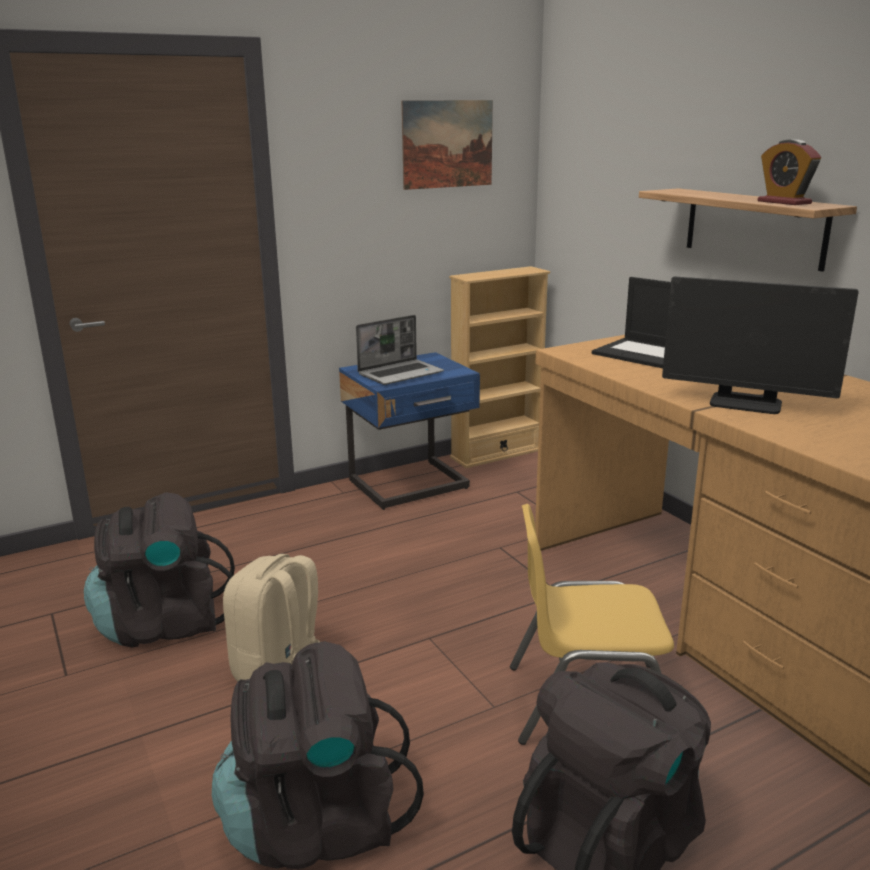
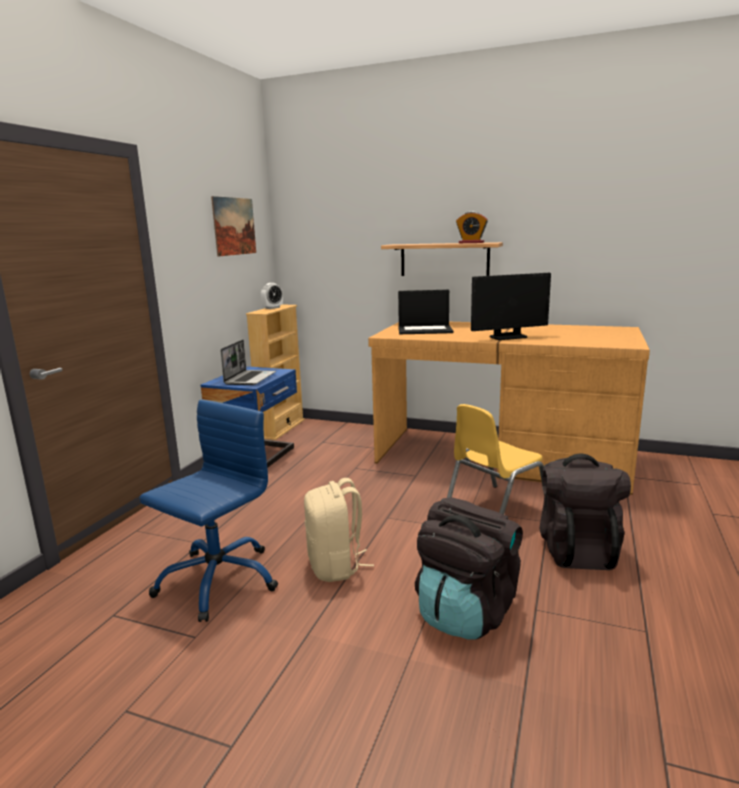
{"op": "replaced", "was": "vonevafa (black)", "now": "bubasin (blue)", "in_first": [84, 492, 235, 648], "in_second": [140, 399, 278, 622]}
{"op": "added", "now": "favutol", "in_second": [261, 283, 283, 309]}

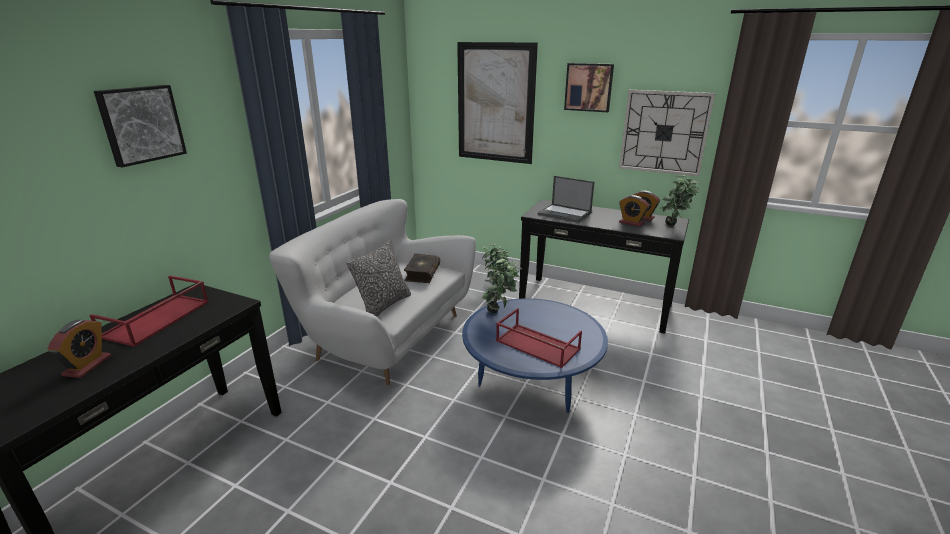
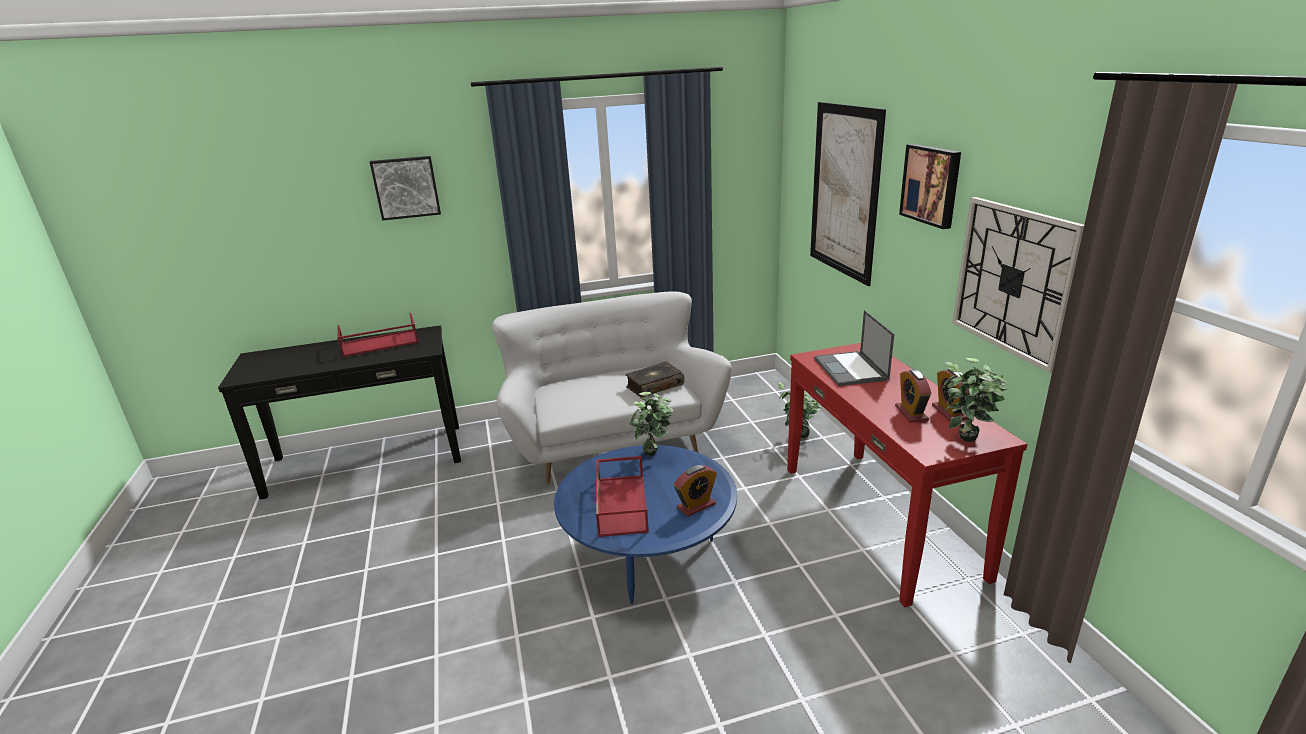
{"op": "moved", "was": "favutol", "in_first": [47, 319, 111, 378], "in_second": [674, 465, 717, 517]}
{"op": "removed", "was": "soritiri", "in_first": [347, 240, 411, 317]}
{"op": "recoloured", "was": "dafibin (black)", "now": "dafibin (red)", "in_first": [519, 199, 689, 334], "in_second": [787, 343, 1028, 607]}

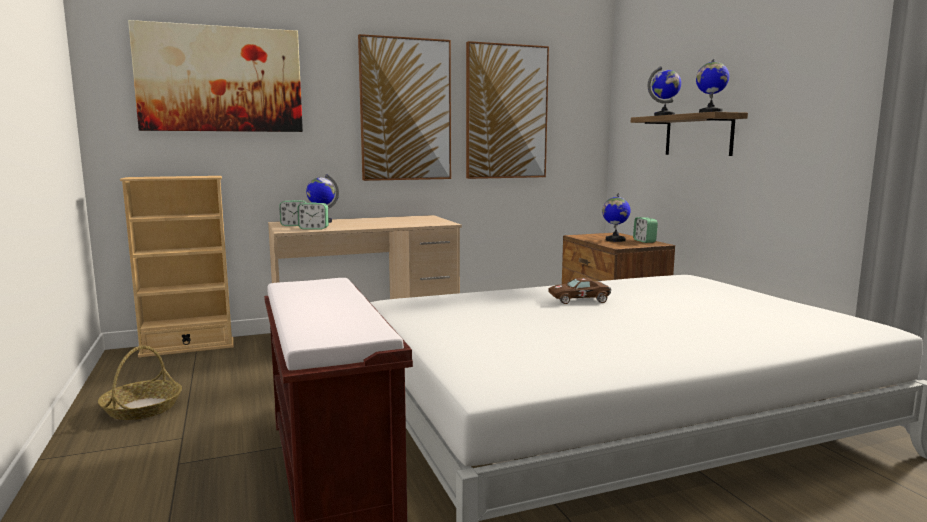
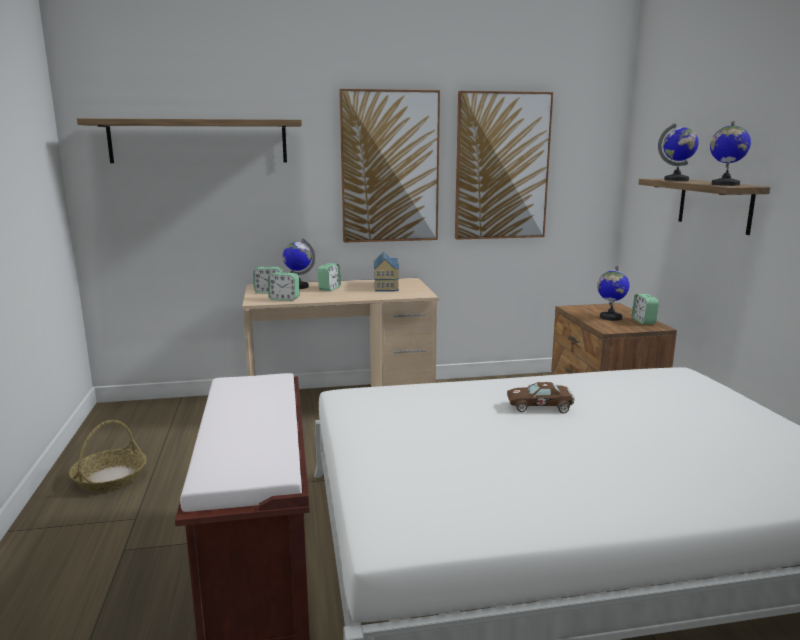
{"op": "removed", "was": "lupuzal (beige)", "in_first": [120, 176, 234, 358]}
{"op": "replaced", "was": "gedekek", "now": "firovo", "in_first": [128, 20, 303, 132], "in_second": [77, 118, 302, 163]}
{"op": "added", "now": "favutol", "in_second": [318, 263, 341, 291]}
{"op": "added", "now": "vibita", "in_second": [374, 251, 399, 292]}

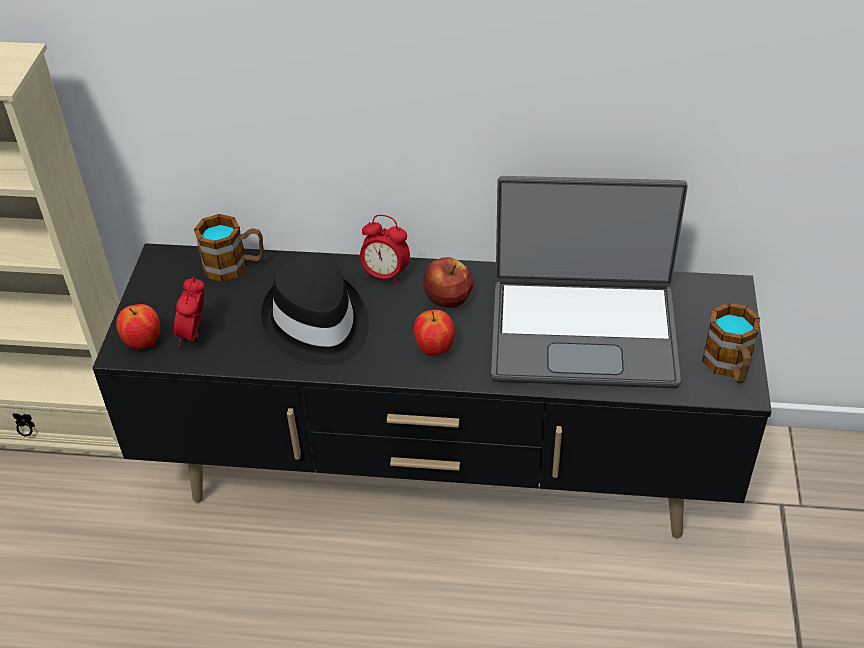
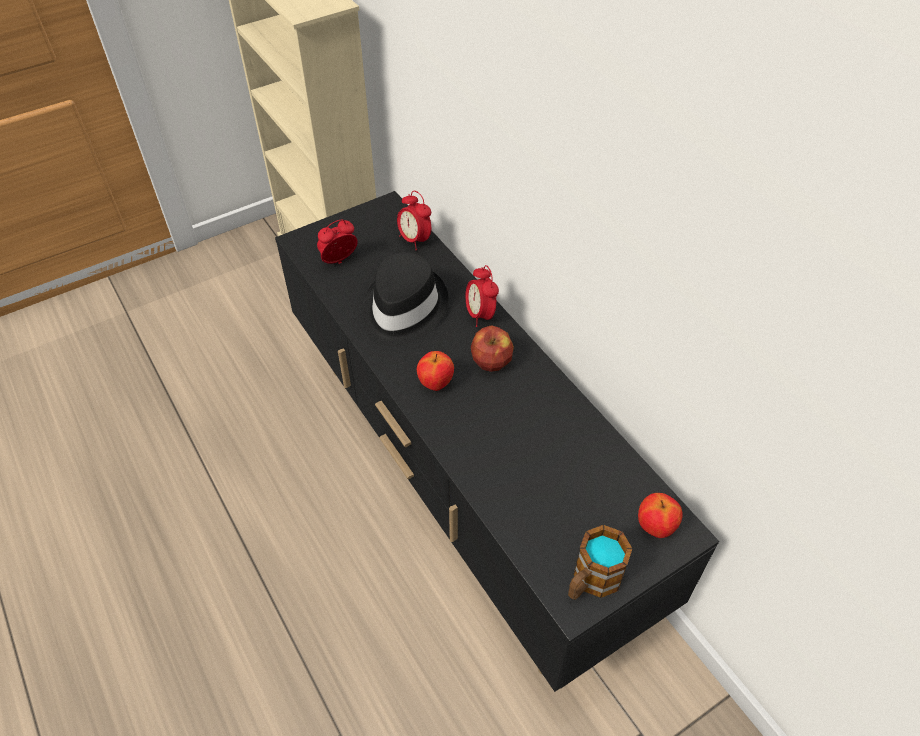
{"op": "moved", "was": "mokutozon", "in_first": [116, 304, 160, 349], "in_second": [638, 493, 683, 538]}
{"op": "replaced", "was": "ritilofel", "now": "favutol", "in_first": [194, 214, 264, 282], "in_second": [397, 191, 431, 250]}
{"op": "removed", "was": "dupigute", "in_first": [491, 176, 688, 388]}

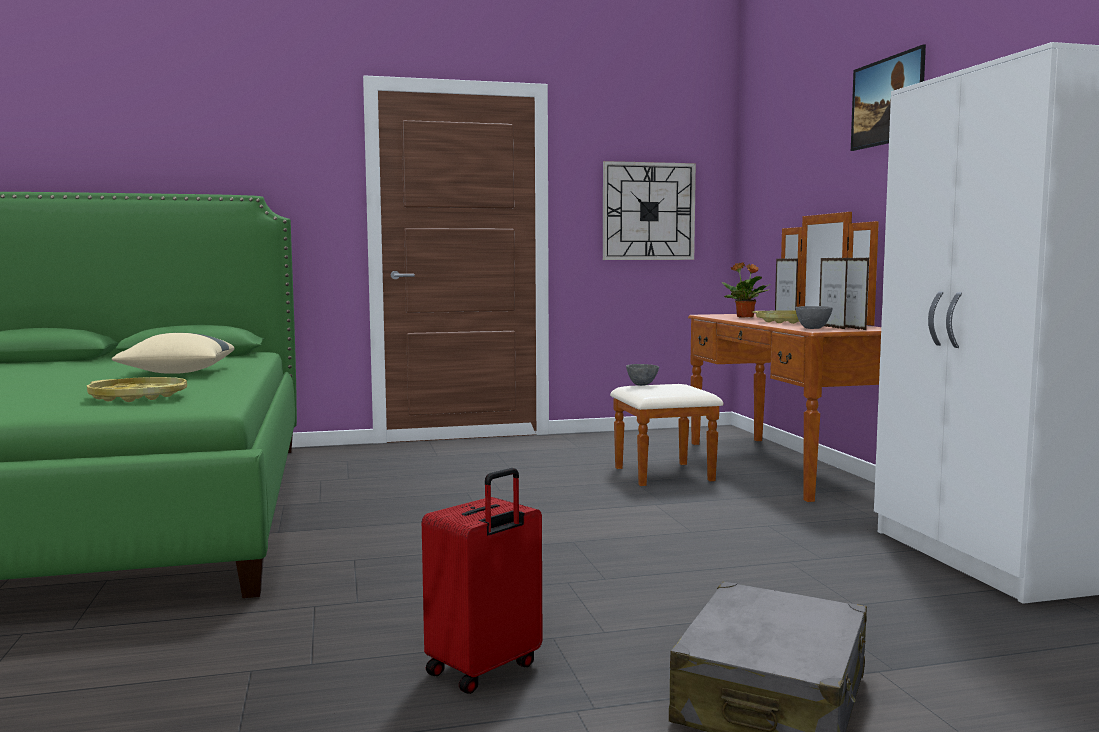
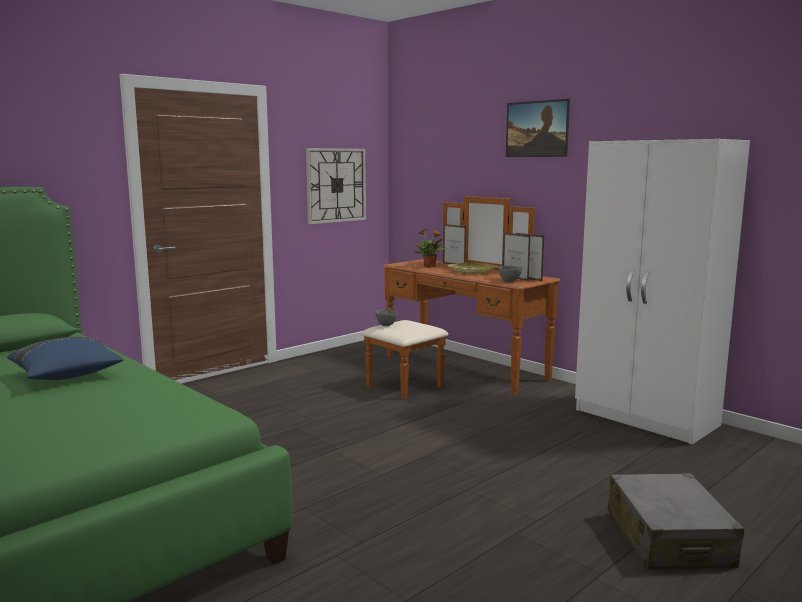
{"op": "removed", "was": "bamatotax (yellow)", "in_first": [87, 377, 187, 402]}
{"op": "recoloured", "was": "soritiri (beige)", "now": "soritiri (blue)", "in_first": [112, 333, 235, 374], "in_second": [7, 336, 124, 380]}
{"op": "removed", "was": "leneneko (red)", "in_first": [422, 468, 542, 694]}

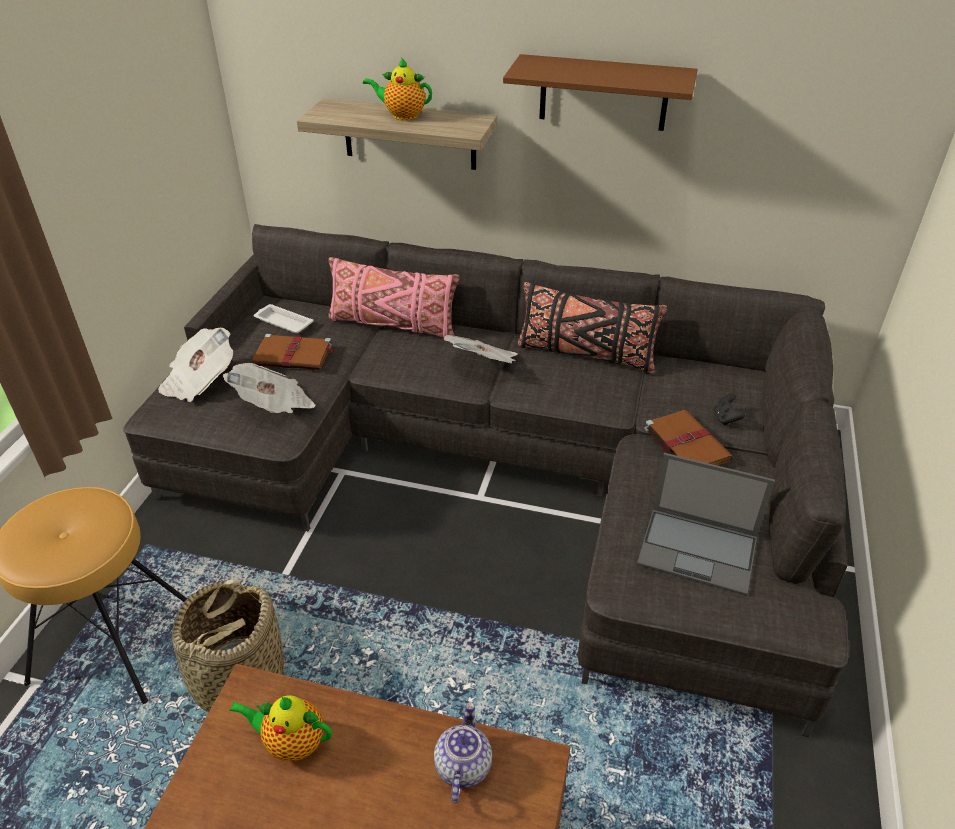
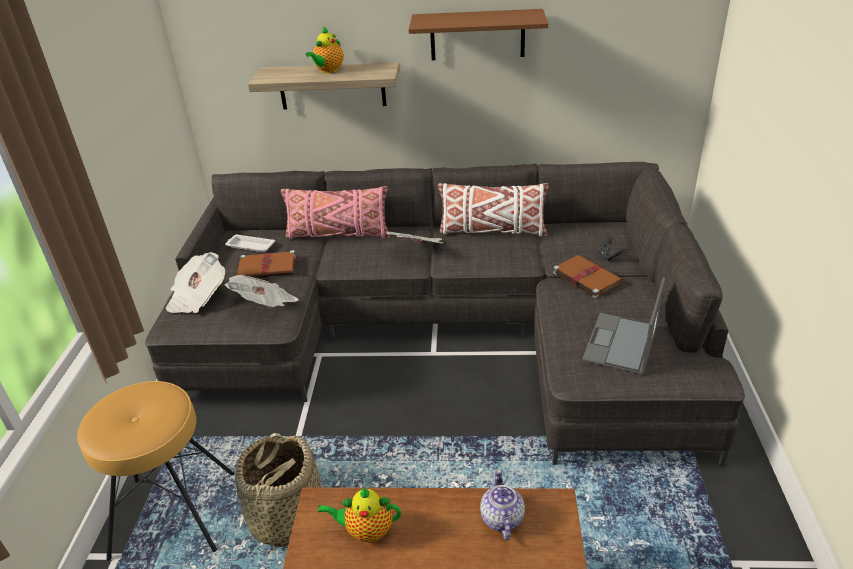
{"op": "turned", "was": "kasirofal", "in_first": [363, 57, 432, 121], "in_second": [306, 26, 344, 73], "clockwise": -60}
{"op": "recoloured", "was": "soritiri (black)", "now": "soritiri (white)", "in_first": [518, 282, 667, 374], "in_second": [438, 183, 549, 236]}
{"op": "turned", "was": "dupigute", "in_first": [637, 453, 775, 596], "in_second": [582, 277, 665, 375], "clockwise": 105}

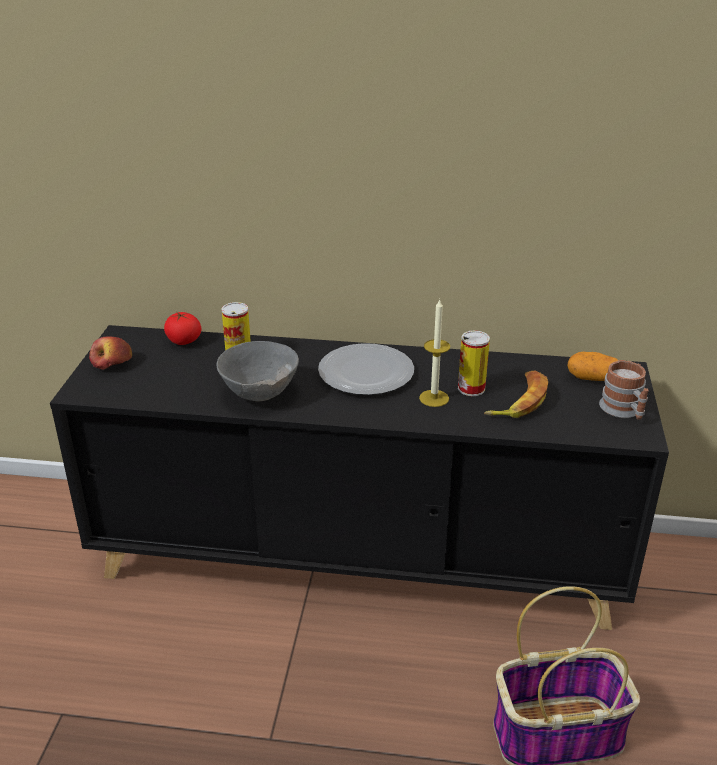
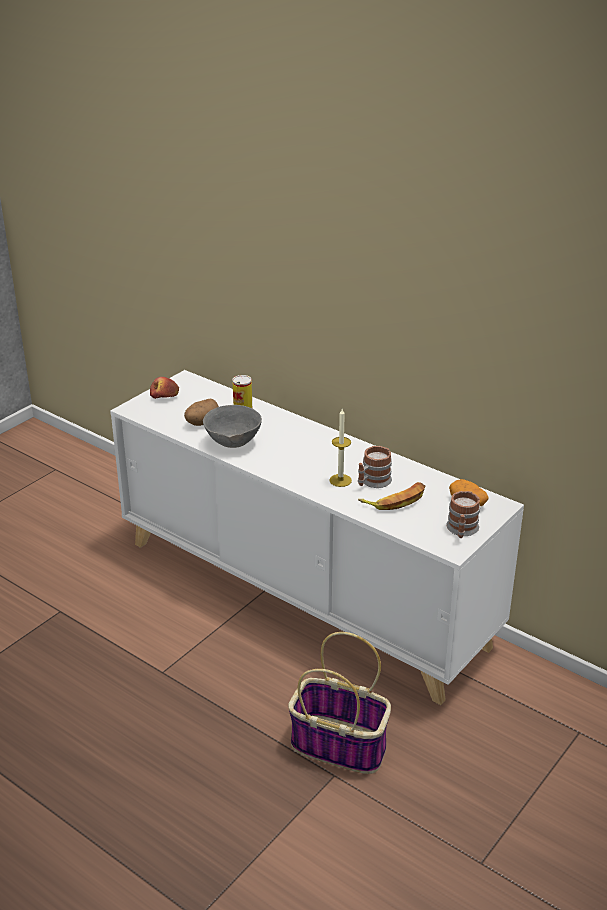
{"op": "recoloured", "was": "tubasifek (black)", "now": "tubasifek (white)", "in_first": [50, 325, 669, 630], "in_second": [110, 370, 524, 705]}
{"op": "removed", "was": "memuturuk", "in_first": [164, 311, 201, 345]}
{"op": "removed", "was": "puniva", "in_first": [318, 343, 414, 395]}
{"op": "replaced", "was": "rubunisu", "now": "ritilofel", "in_first": [458, 331, 490, 396], "in_second": [358, 446, 392, 488]}
{"op": "added", "now": "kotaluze", "in_second": [184, 399, 219, 426]}

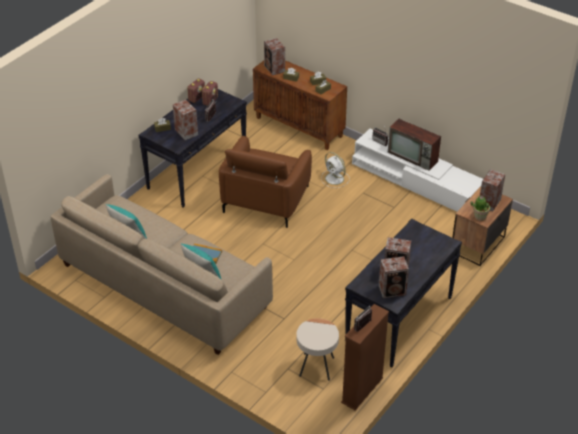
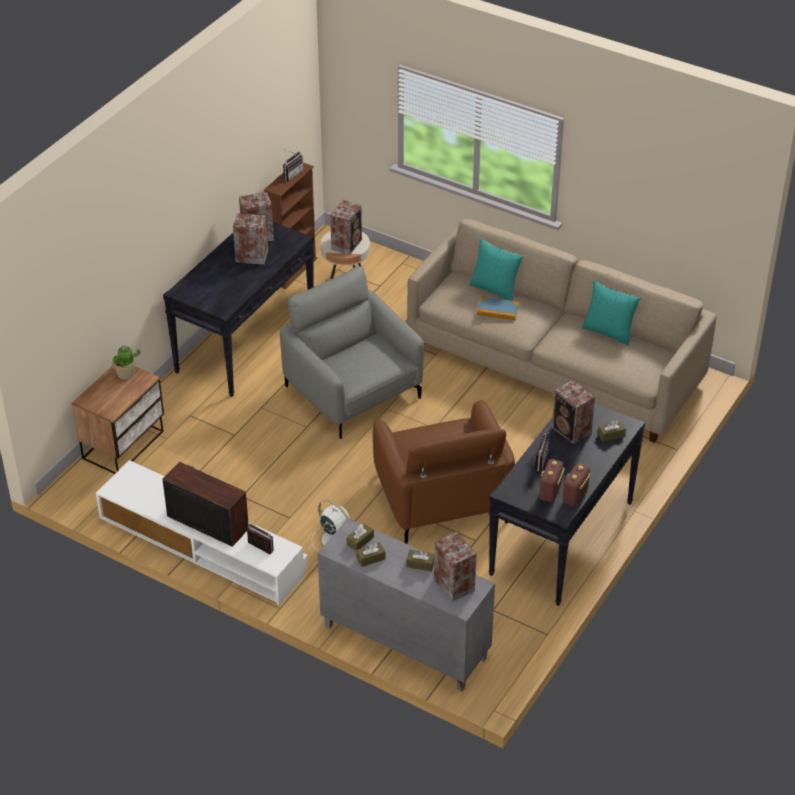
{"op": "turned", "was": "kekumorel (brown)", "in_first": [219, 136, 312, 228], "in_second": [373, 400, 515, 544], "clockwise": 150}
{"op": "recoloured", "was": "tubasifek (brown)", "now": "tubasifek (grey)", "in_first": [253, 60, 347, 150], "in_second": [318, 518, 495, 691]}
{"op": "moved", "was": "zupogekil", "in_first": [480, 169, 505, 212], "in_second": [330, 200, 362, 255]}
{"op": "added", "now": "kekumorel (grey)", "in_second": [280, 266, 424, 439]}

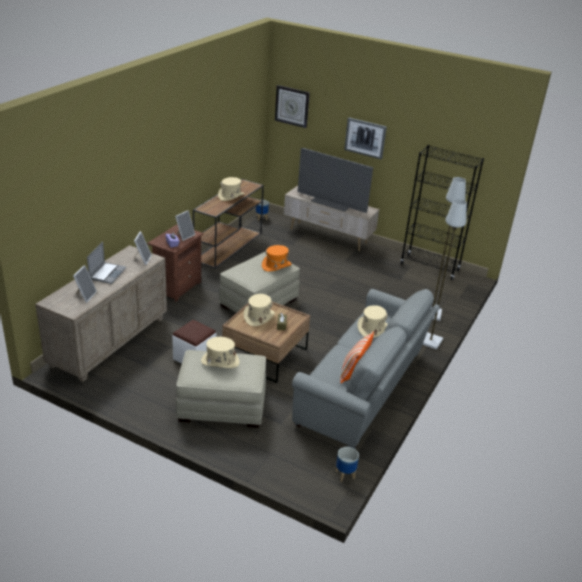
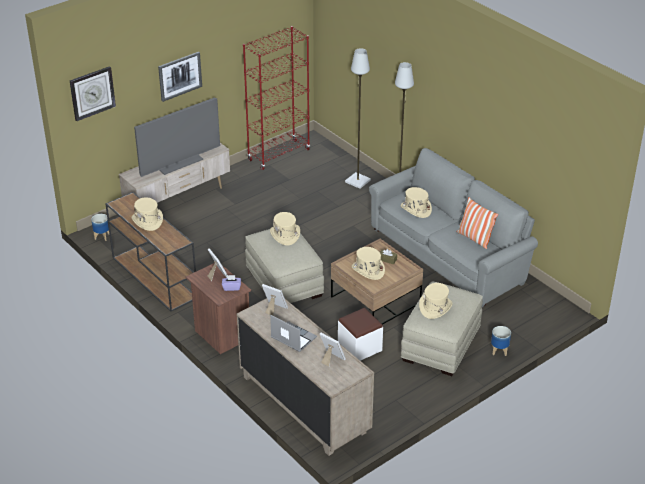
{"op": "recoloured", "was": "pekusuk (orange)", "now": "pekusuk (beige)", "in_first": [262, 245, 292, 272], "in_second": [270, 212, 300, 246]}
{"op": "moved", "was": "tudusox", "in_first": [336, 447, 359, 482], "in_second": [491, 326, 511, 356]}
{"op": "recoloured", "was": "lupuzal (black)", "now": "lupuzal (red)", "in_first": [400, 145, 484, 280], "in_second": [243, 26, 310, 170]}

